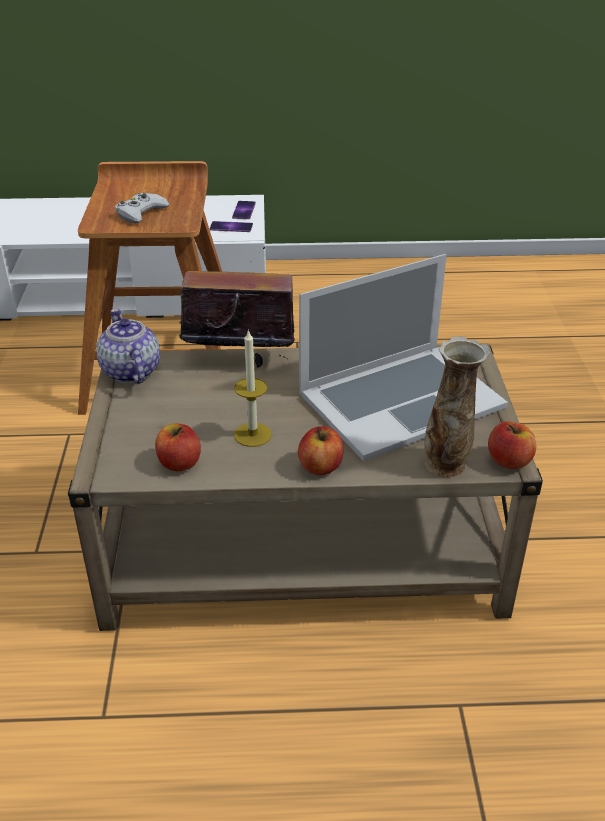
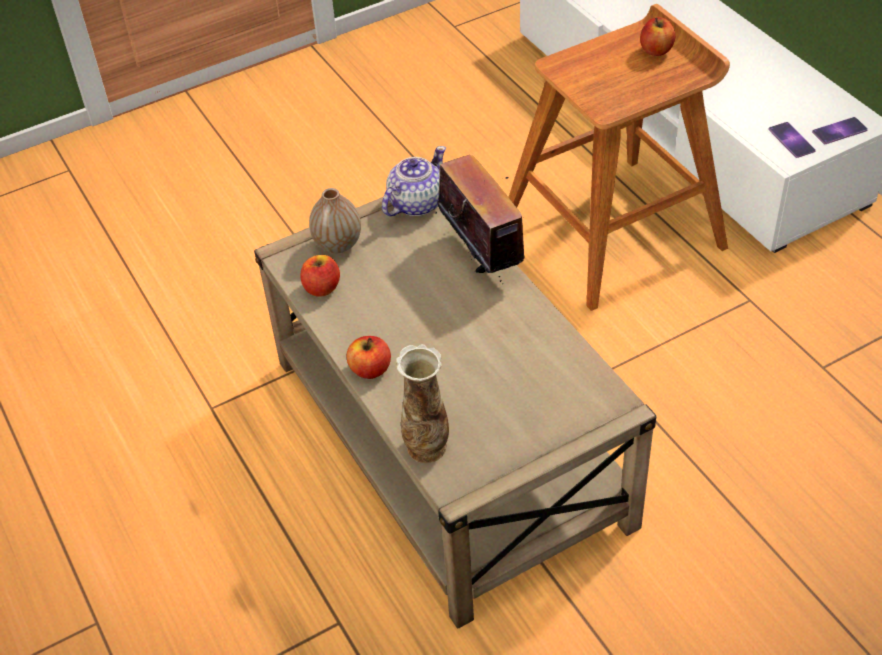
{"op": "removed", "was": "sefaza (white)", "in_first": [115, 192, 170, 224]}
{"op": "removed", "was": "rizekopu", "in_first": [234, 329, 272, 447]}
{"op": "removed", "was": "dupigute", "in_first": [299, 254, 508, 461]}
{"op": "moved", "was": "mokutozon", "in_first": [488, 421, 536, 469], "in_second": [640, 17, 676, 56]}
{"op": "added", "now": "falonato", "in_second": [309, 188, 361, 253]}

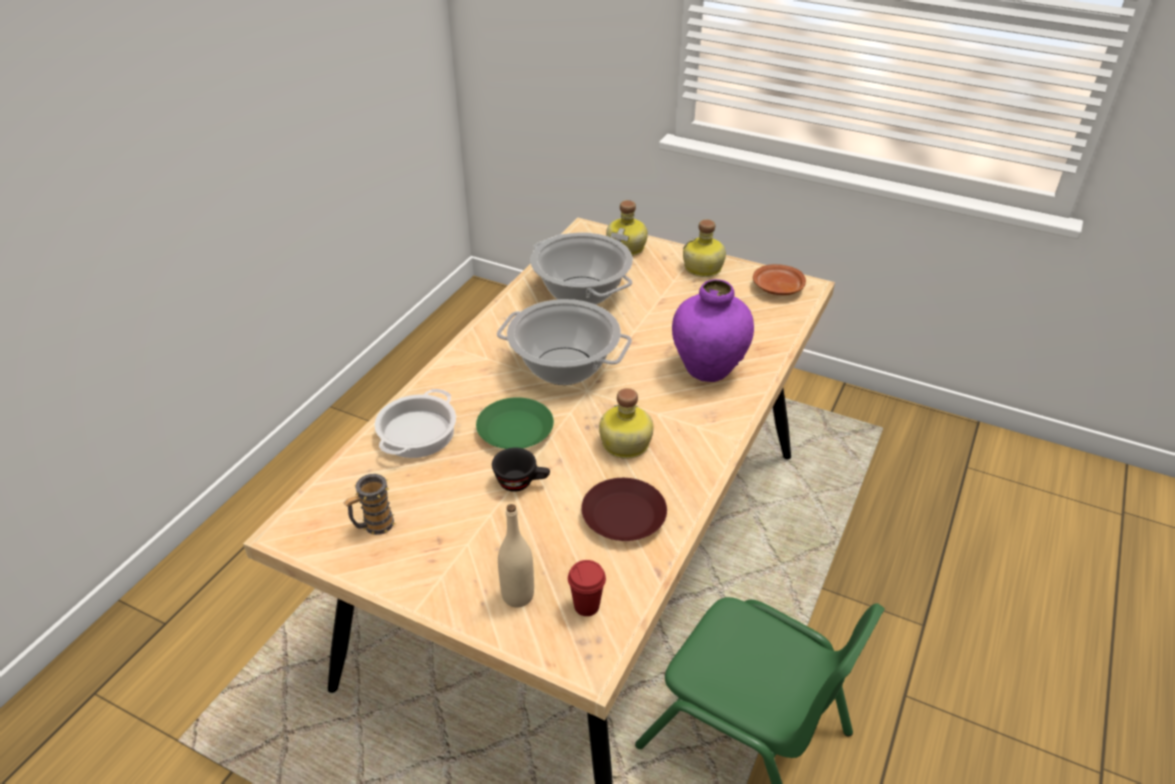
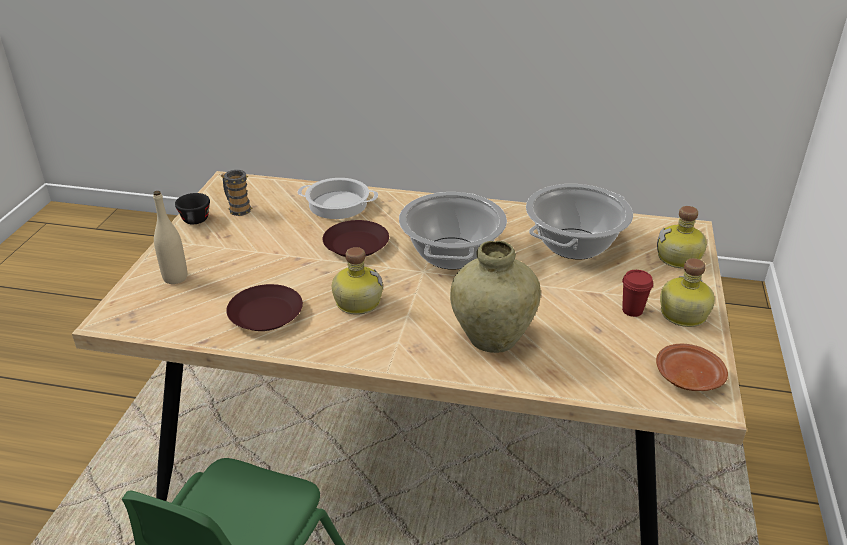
{"op": "recoloured", "was": "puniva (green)", "now": "puniva (brown)", "in_first": [476, 397, 554, 449], "in_second": [323, 220, 389, 257]}
{"op": "moved", "was": "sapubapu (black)", "in_first": [492, 448, 550, 492], "in_second": [175, 193, 210, 224]}
{"op": "moved", "was": "sapubapu (red)", "in_first": [568, 560, 606, 616], "in_second": [622, 270, 653, 317]}
{"op": "recoloured", "was": "falonato (purple)", "now": "falonato (beige)", "in_first": [672, 279, 754, 382], "in_second": [450, 241, 541, 353]}

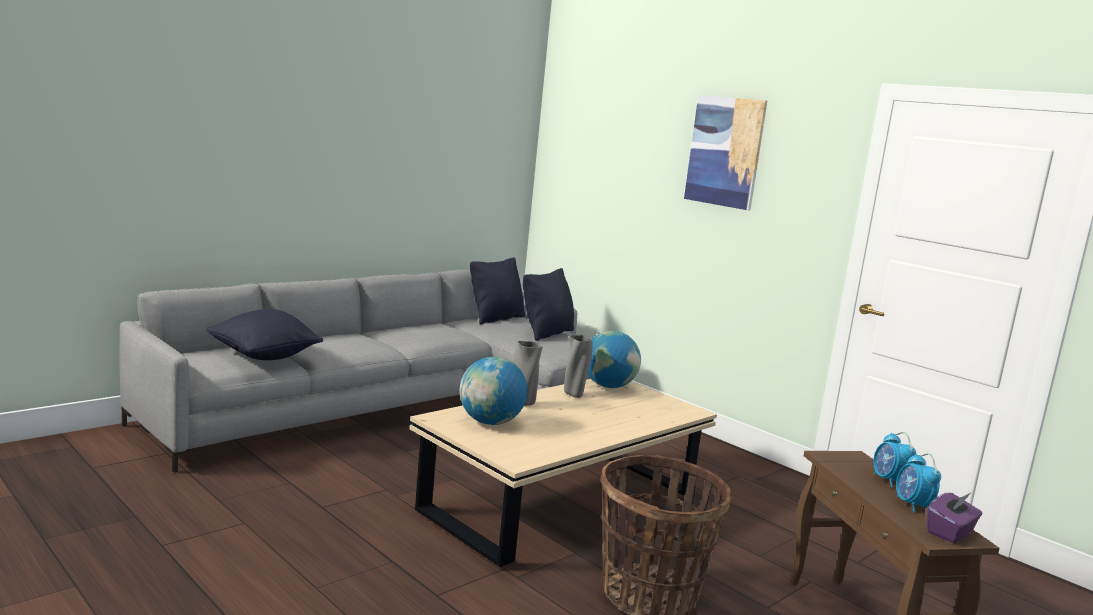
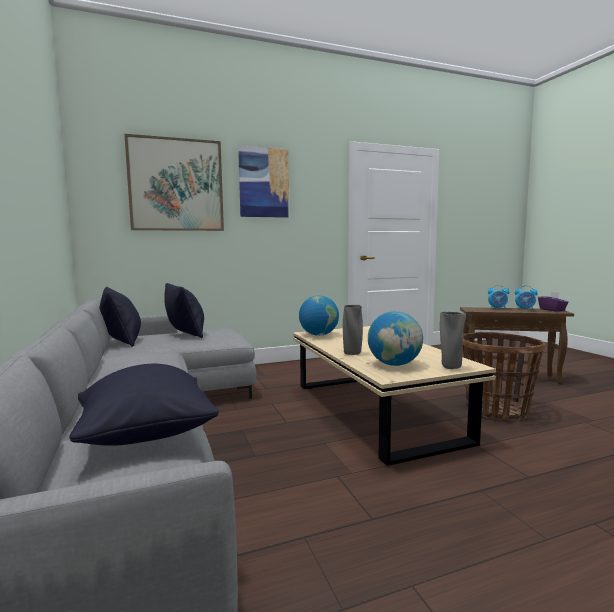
{"op": "moved", "was": "falonato (grey)", "in_first": [564, 335, 593, 398], "in_second": [440, 312, 466, 369]}
{"op": "added", "now": "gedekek", "in_second": [124, 134, 224, 231]}

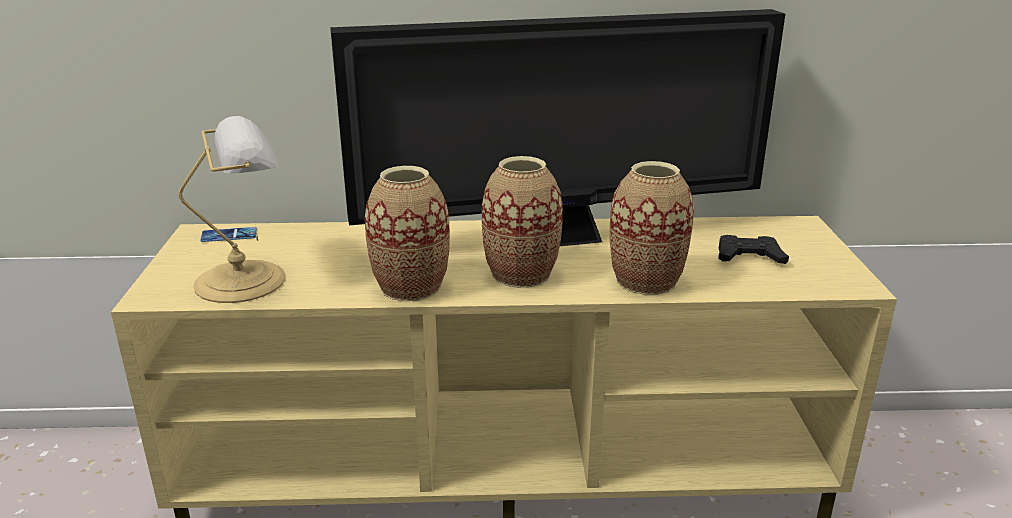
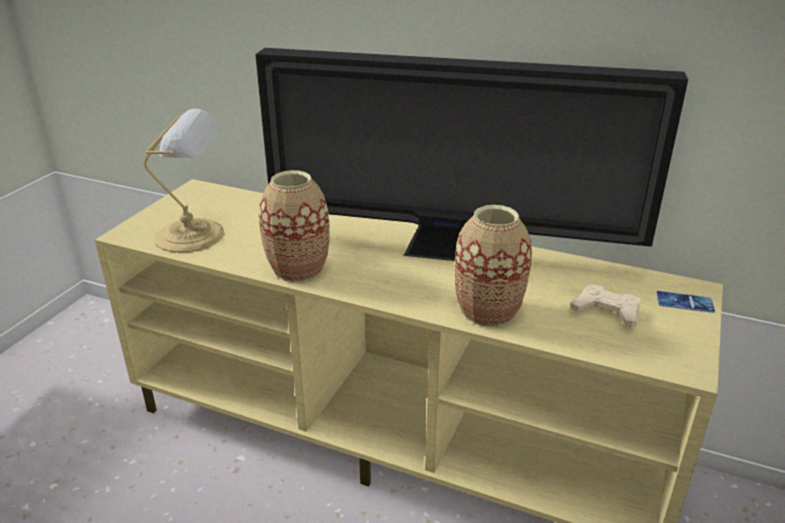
{"op": "moved", "was": "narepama", "in_first": [200, 227, 257, 242], "in_second": [656, 291, 715, 313]}
{"op": "removed", "was": "falonato", "in_first": [482, 156, 563, 288]}
{"op": "recoloured", "was": "sefaza (black)", "now": "sefaza (beige)", "in_first": [718, 235, 789, 264], "in_second": [570, 284, 640, 327]}

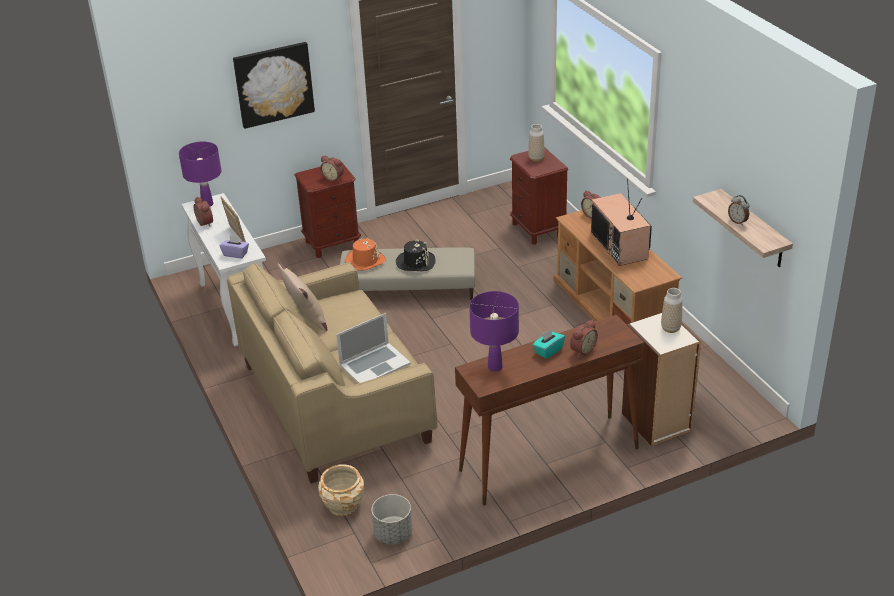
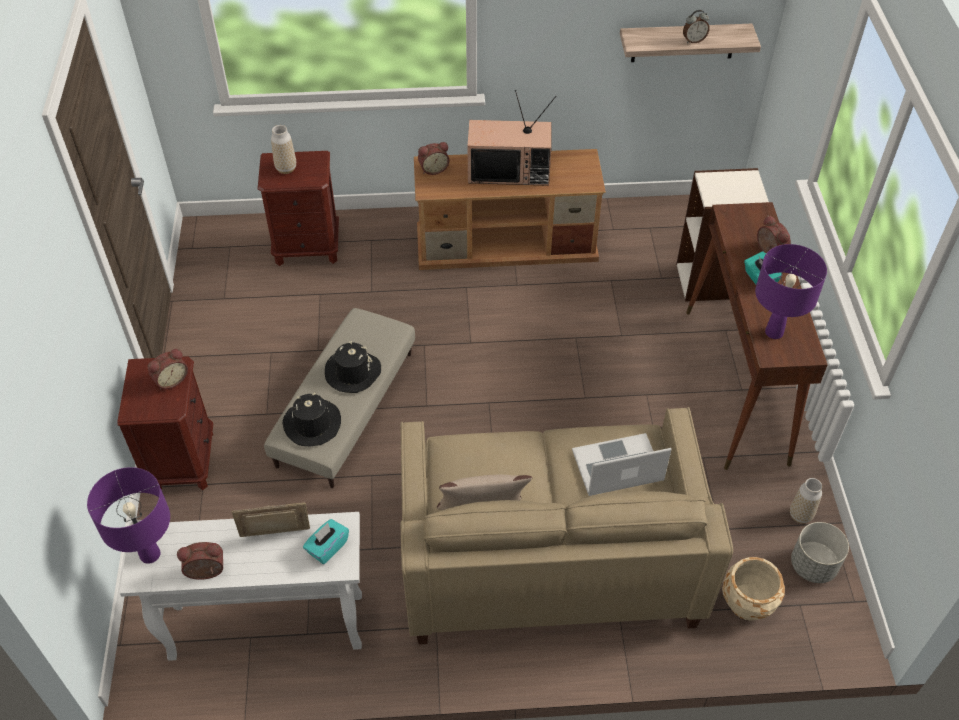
{"op": "recoloured", "was": "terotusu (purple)", "now": "terotusu (turquoise)", "in_first": [220, 236, 249, 258], "in_second": [303, 519, 349, 564]}
{"op": "removed", "was": "gedekek", "in_first": [233, 42, 315, 129]}
{"op": "turned", "was": "dupigute", "in_first": [336, 313, 411, 383], "in_second": [572, 433, 671, 496], "clockwise": -90}
{"op": "recoloured", "was": "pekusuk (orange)", "now": "pekusuk (black)", "in_first": [345, 237, 386, 271], "in_second": [283, 392, 341, 446]}
{"op": "moved", "was": "falonato", "in_first": [661, 288, 683, 333], "in_second": [790, 478, 822, 524]}

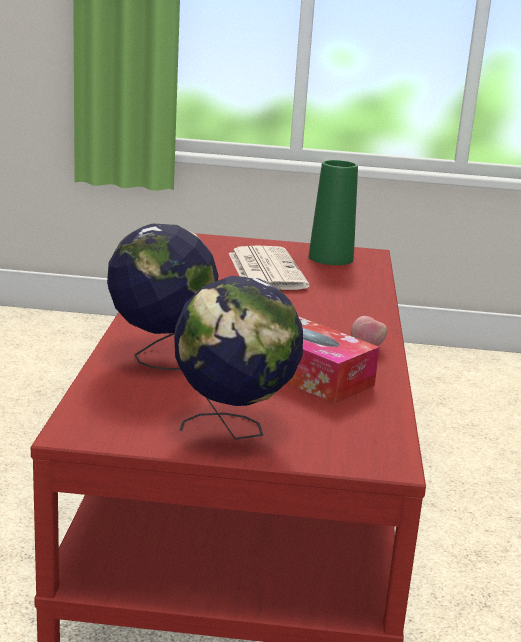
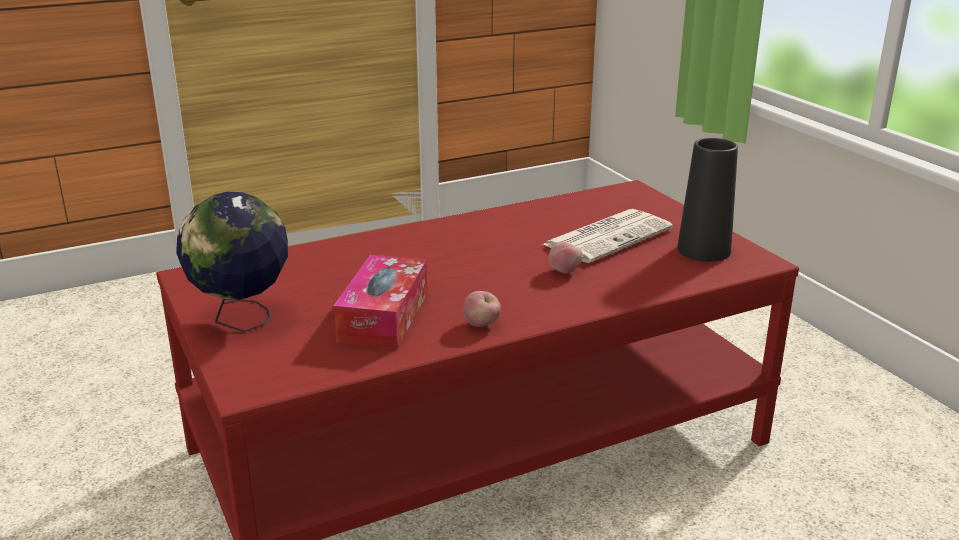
{"op": "removed", "was": "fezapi", "in_first": [107, 224, 219, 370]}
{"op": "recoloured", "was": "falonato (green)", "now": "falonato (black)", "in_first": [309, 160, 358, 265], "in_second": [677, 138, 738, 262]}
{"op": "added", "now": "mokutozon", "in_second": [549, 241, 583, 274]}

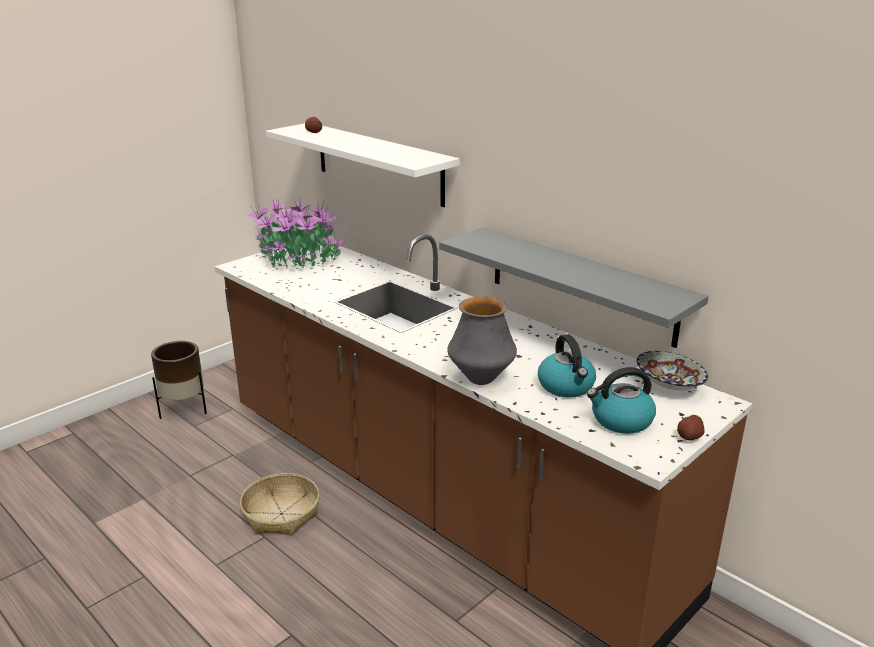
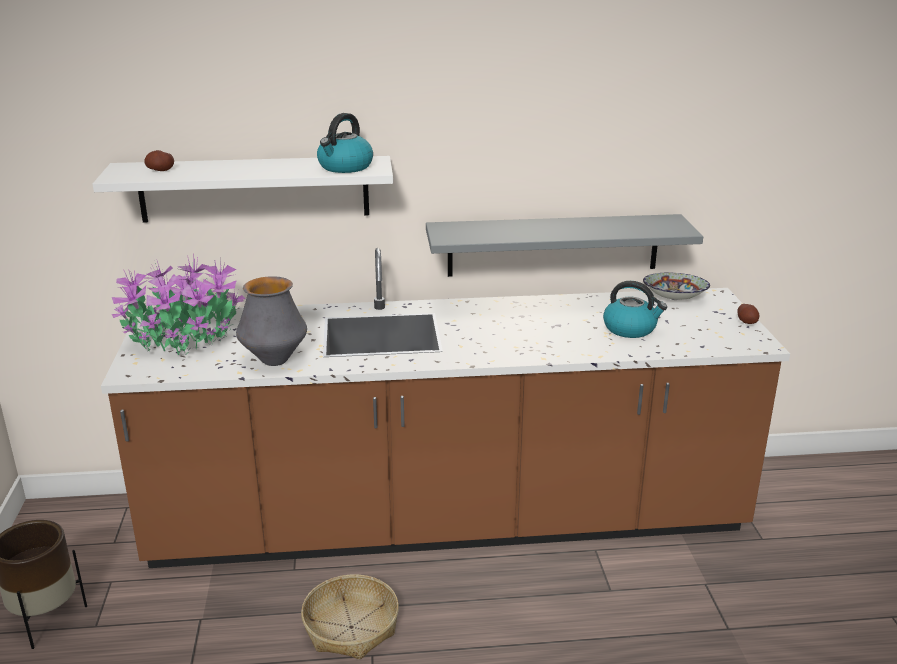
{"op": "moved", "was": "falonato", "in_first": [447, 296, 517, 385], "in_second": [236, 276, 307, 366]}
{"op": "moved", "was": "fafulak", "in_first": [587, 367, 656, 434], "in_second": [317, 113, 373, 173]}

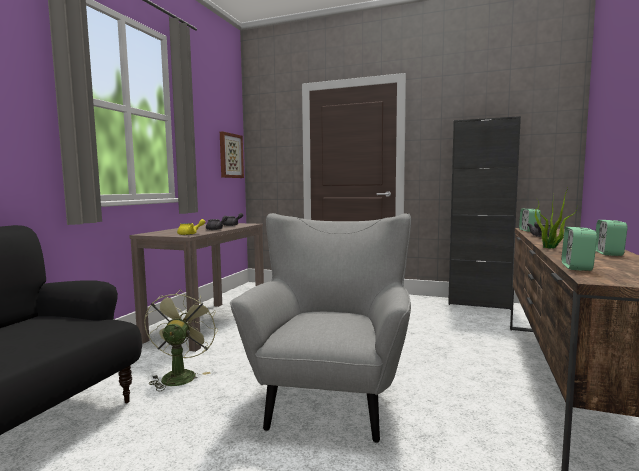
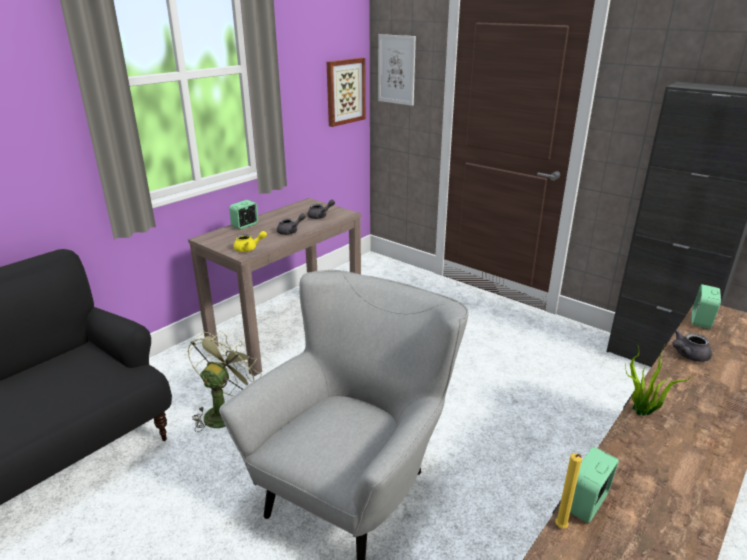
{"op": "moved", "was": "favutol", "in_first": [596, 220, 628, 256], "in_second": [229, 200, 258, 229]}
{"op": "added", "now": "gedekek", "in_second": [378, 34, 416, 106]}
{"op": "added", "now": "rizekopu (yellow)", "in_second": [555, 453, 582, 528]}

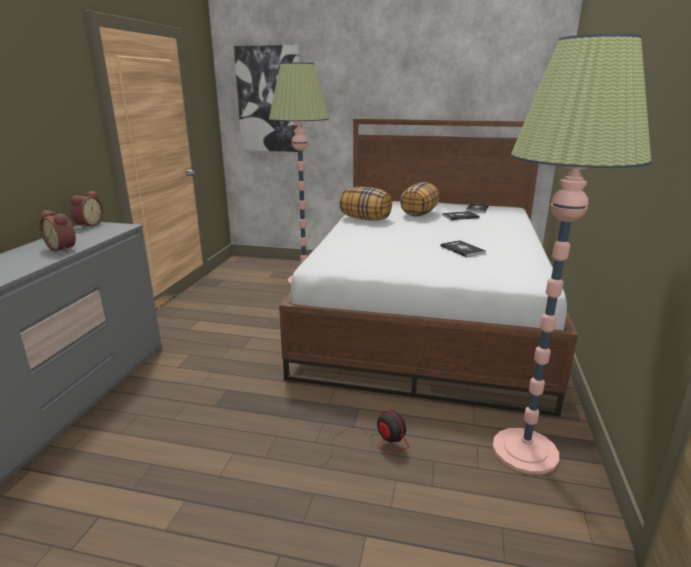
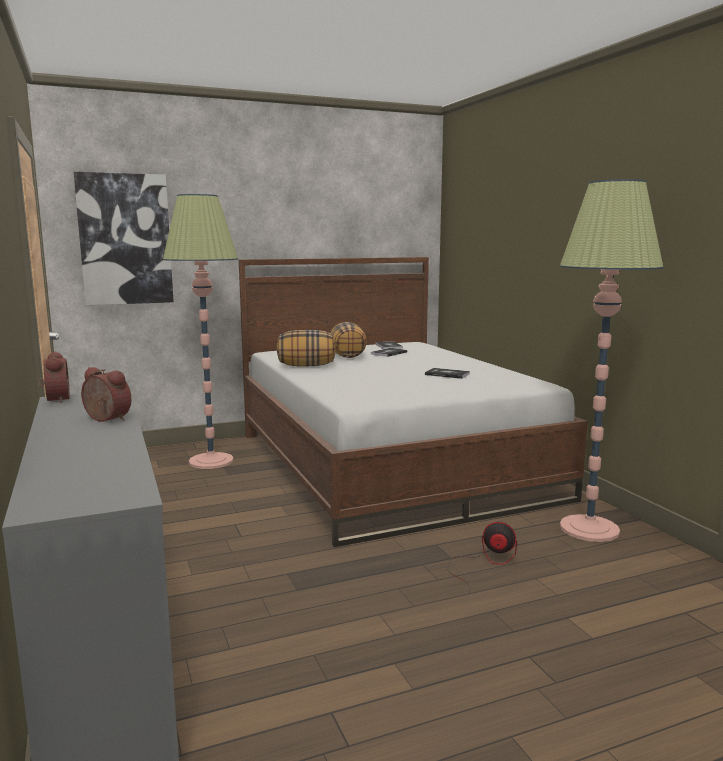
{"op": "turned", "was": "favutol", "in_first": [40, 210, 76, 252], "in_second": [81, 367, 132, 422], "clockwise": -150}

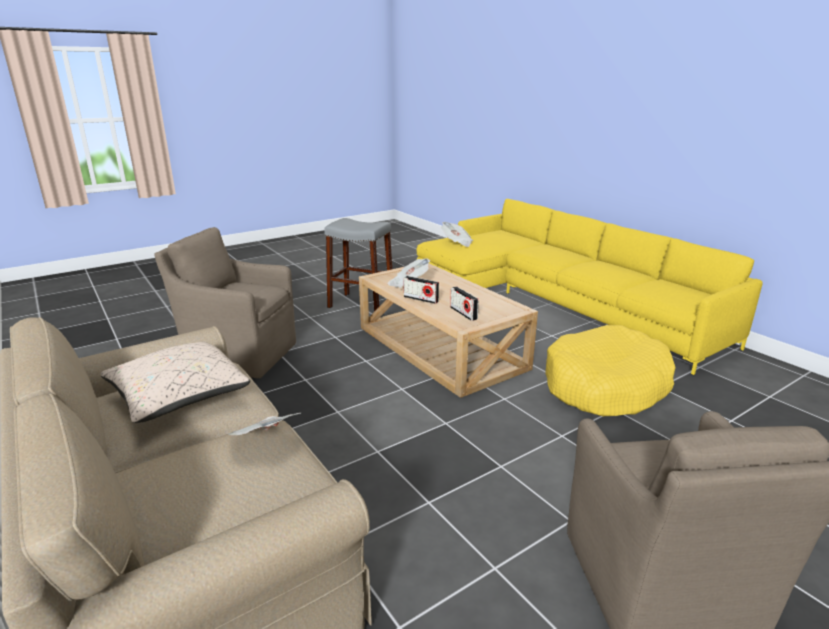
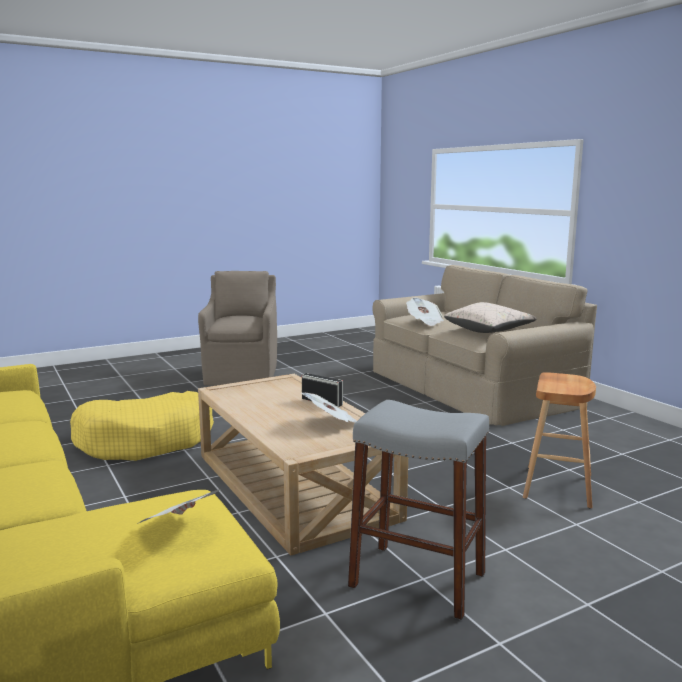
{"op": "replaced", "was": "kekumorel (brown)", "now": "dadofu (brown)", "in_first": [155, 227, 296, 378], "in_second": [523, 372, 596, 508]}
{"op": "removed", "was": "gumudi", "in_first": [450, 287, 479, 321]}

